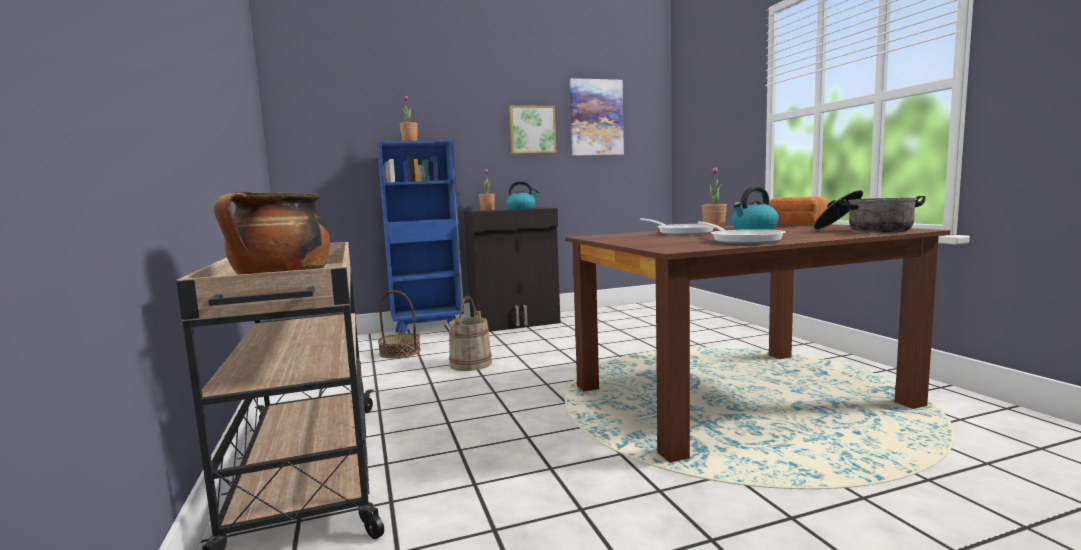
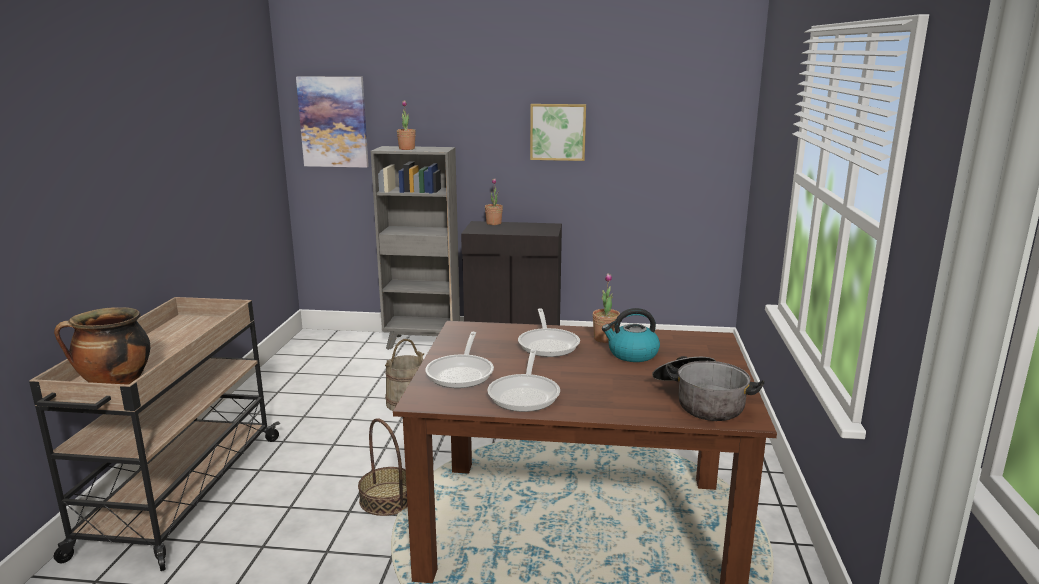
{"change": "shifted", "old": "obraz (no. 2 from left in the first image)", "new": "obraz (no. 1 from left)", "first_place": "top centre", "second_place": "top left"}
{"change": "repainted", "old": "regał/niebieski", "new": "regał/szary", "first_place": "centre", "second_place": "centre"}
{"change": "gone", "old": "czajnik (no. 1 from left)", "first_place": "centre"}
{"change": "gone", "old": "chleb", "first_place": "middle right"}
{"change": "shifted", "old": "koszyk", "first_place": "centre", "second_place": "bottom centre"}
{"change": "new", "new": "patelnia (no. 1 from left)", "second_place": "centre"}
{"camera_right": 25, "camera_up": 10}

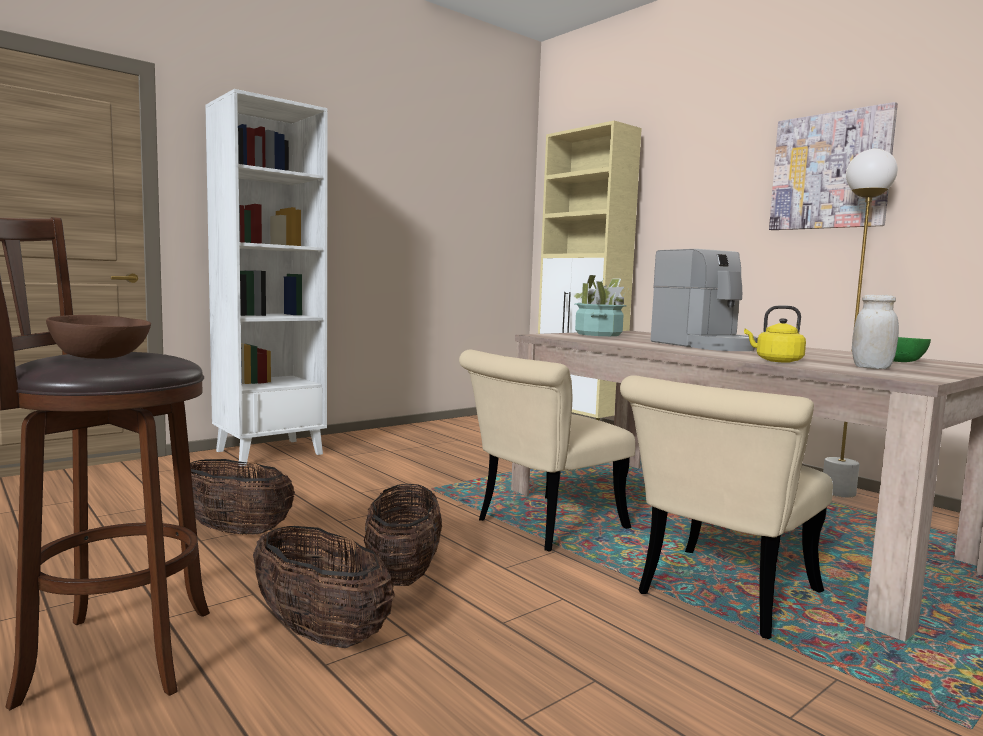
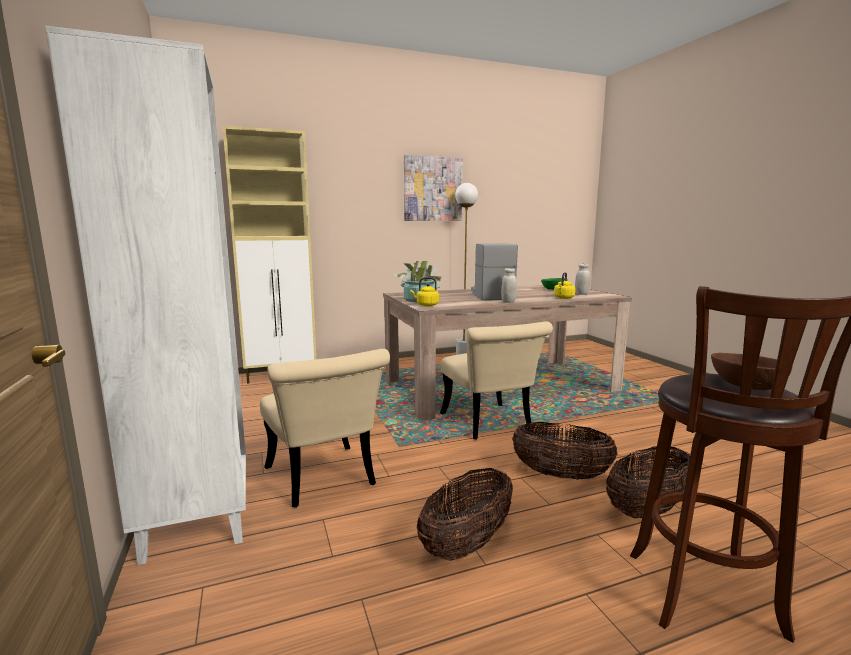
{"change": "rotated", "old": "ekspres do kawy", "first_place": "middle right", "second_place": "centre", "degrees": -90}
{"change": "shifted", "old": "krzesło/beżowy (no. 2 from left in the first image)", "new": "krzesło/beżowy (no. 1 from left)", "first_place": "bottom right", "second_place": "centre"}
{"change": "new", "new": "słoik/biały (no. 1 from left)", "second_place": "centre"}
{"change": "new", "new": "czajnik/żółty (no. 1 from left)", "second_place": "centre"}
{"camera_right": -70, "camera_up": 5}

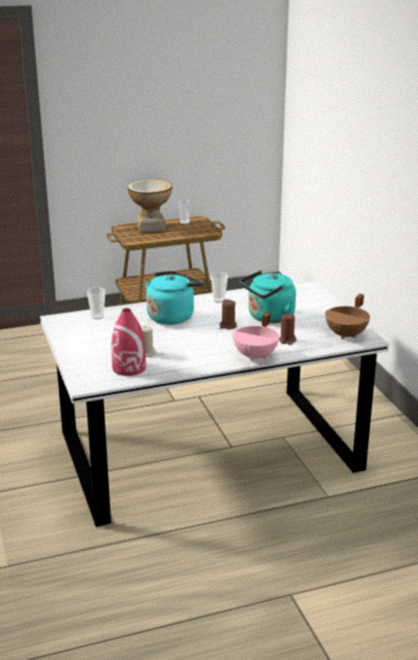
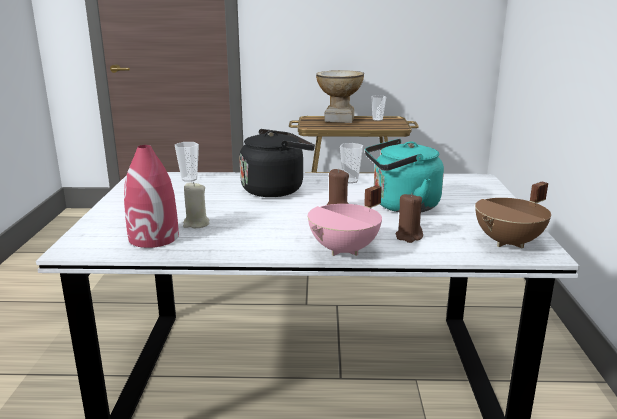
{"change": "repainted", "old": "czajnik/turkusowy (no. 1 from left)", "new": "czajnik/czarny", "first_place": "centre", "second_place": "centre"}
{"camera_right": 20, "camera_up": -5}

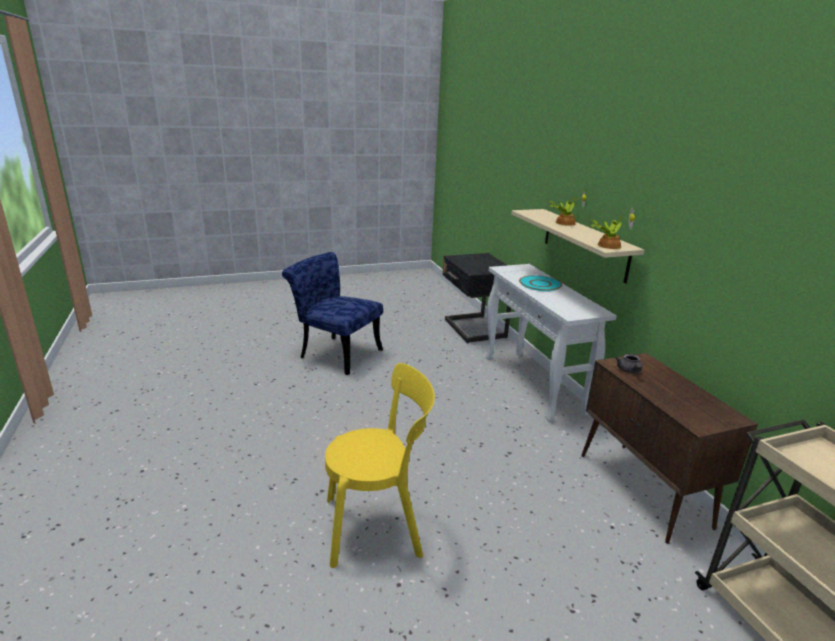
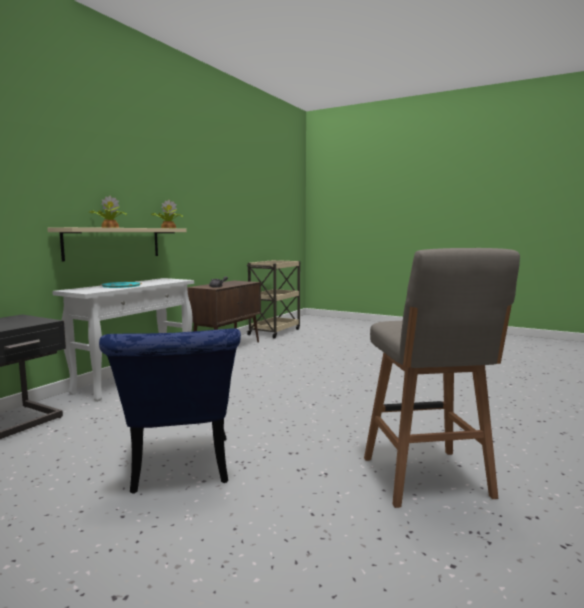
{"change": "gone", "old": "krzesło/żółty", "first_place": "bottom centre"}
{"change": "new", "new": "stołek/szary", "second_place": "middle right"}
{"camera_right": -130, "camera_up": -15}

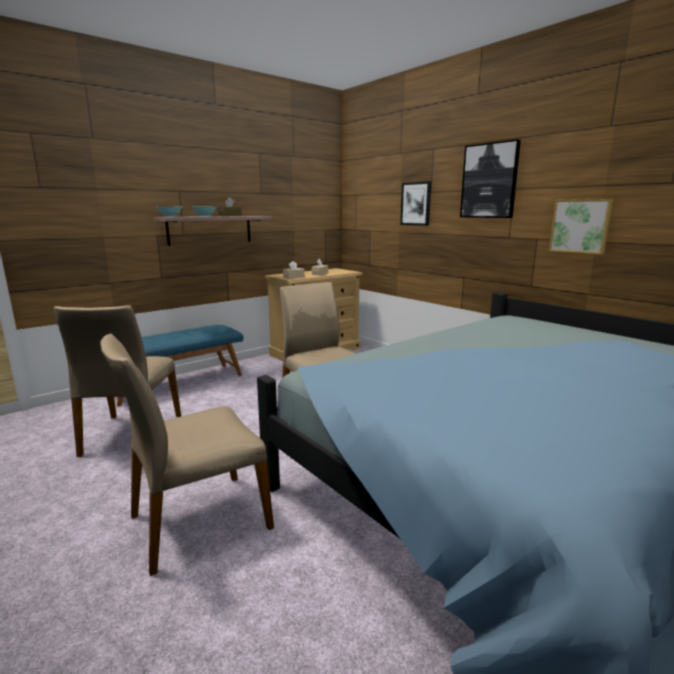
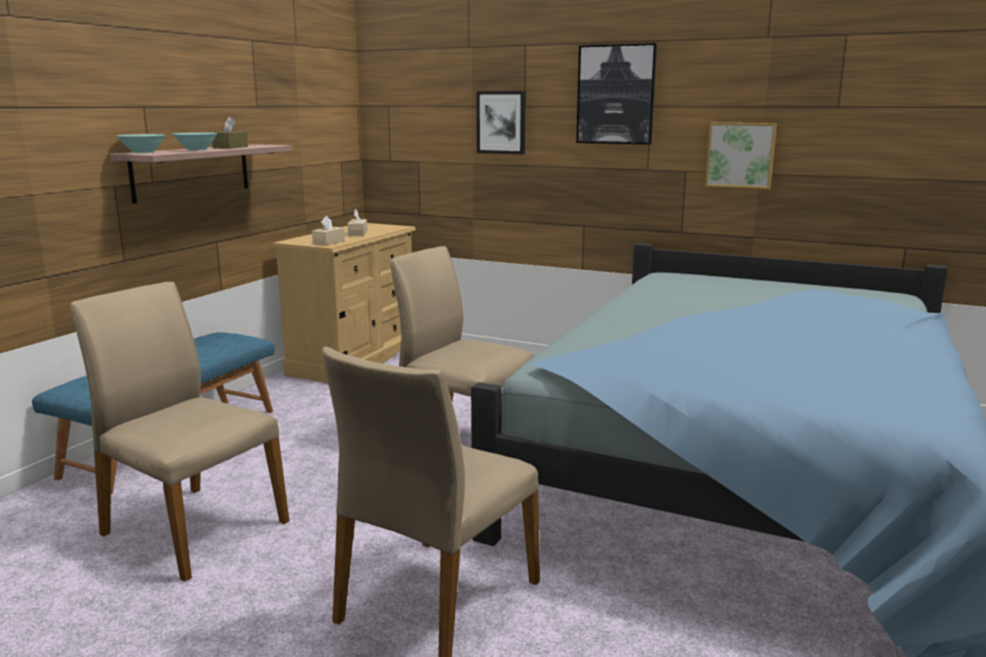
{"change": "rotated", "old": "krzesło/beżowy (no. 1 from left)", "first_place": "middle left", "second_place": "middle left", "degrees": 150}
{"camera_right": -25, "camera_up": 0}

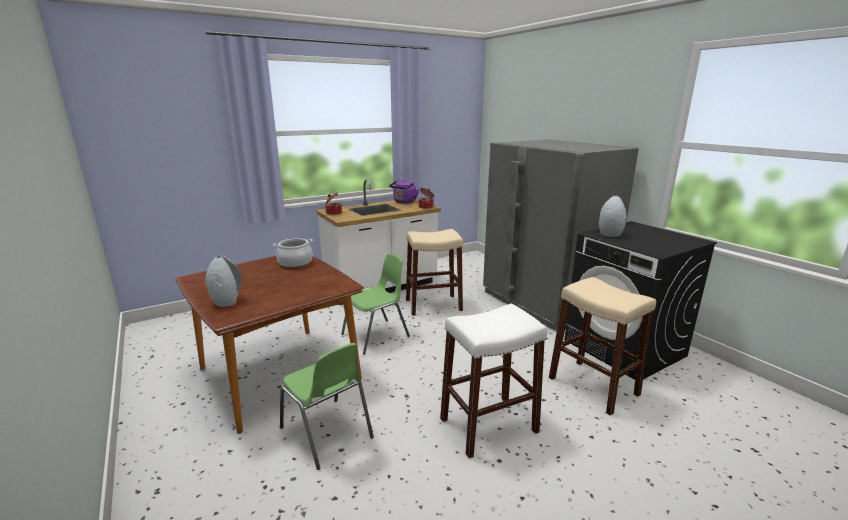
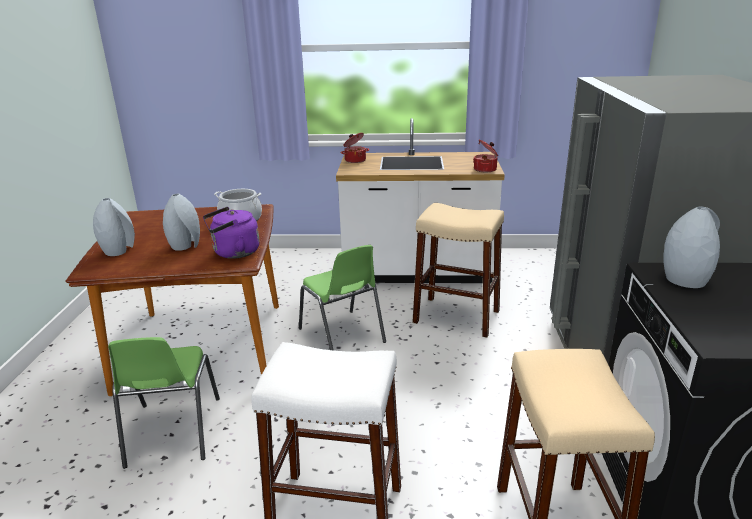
{"change": "shifted", "old": "czajnik/fioletowy", "first_place": "centre", "second_place": "middle left"}
{"change": "rotated", "old": "krzesło/zielony (no. 2 from left)", "first_place": "centre", "second_place": "centre", "degrees": 60}
{"change": "new", "new": "wazon/szary (no. 2 from left)", "second_place": "middle left"}
{"camera_right": 35, "camera_up": 5}

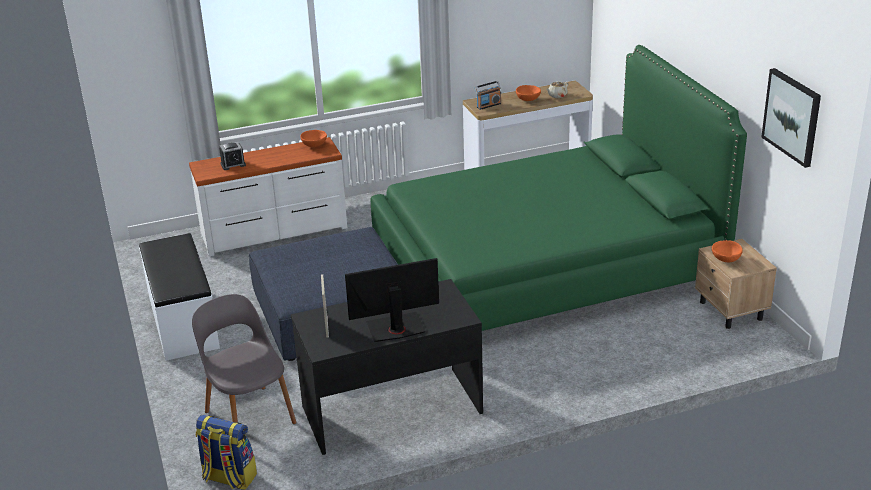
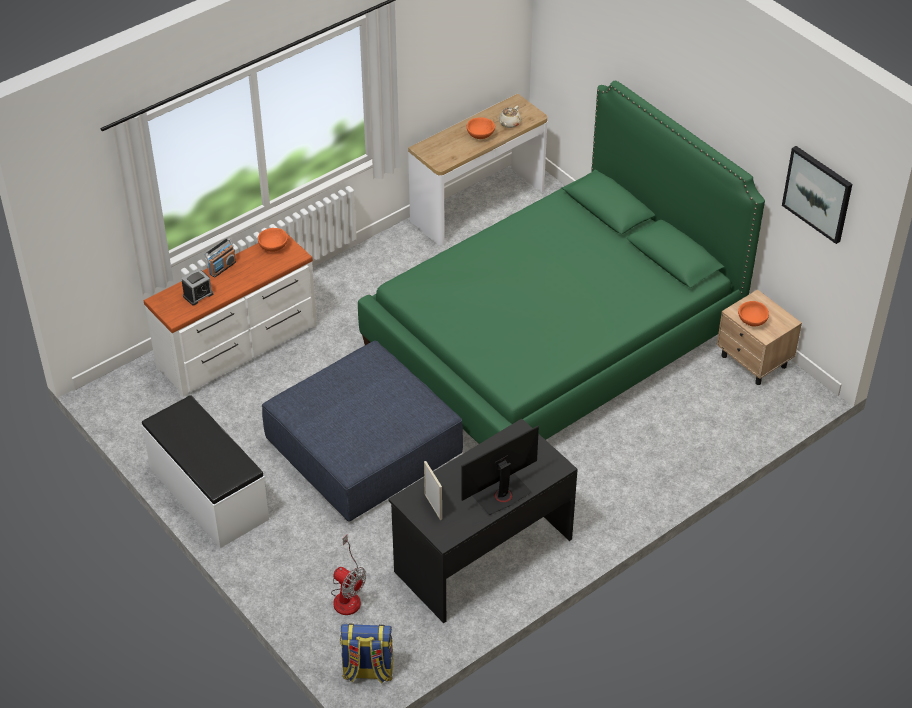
{"change": "shifted", "old": "radio", "first_place": "top centre", "second_place": "middle left"}
{"change": "swapped", "old": "krzesło/szary", "new": "wentylator", "first_place": "bottom left", "second_place": "bottom centre"}
{"camera_right": -20, "camera_up": 15}

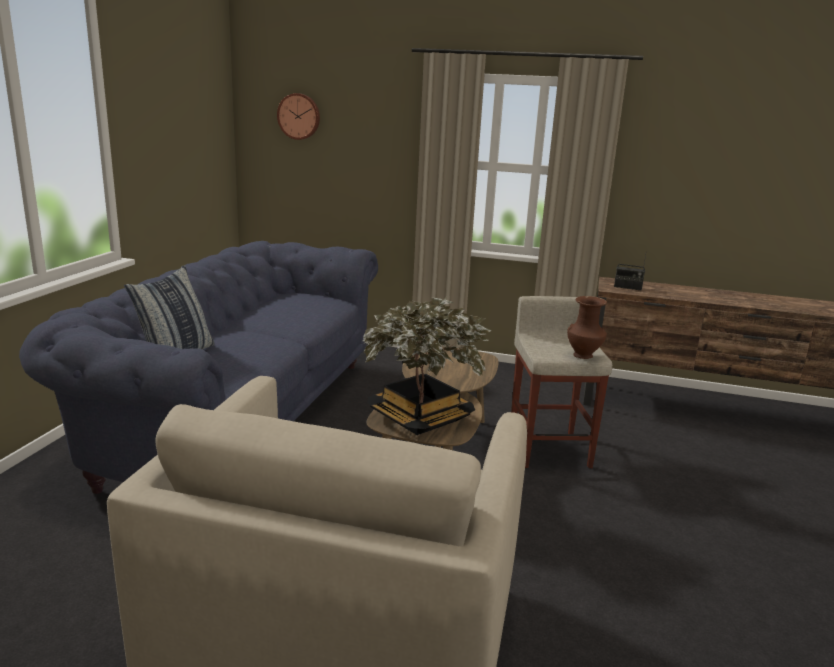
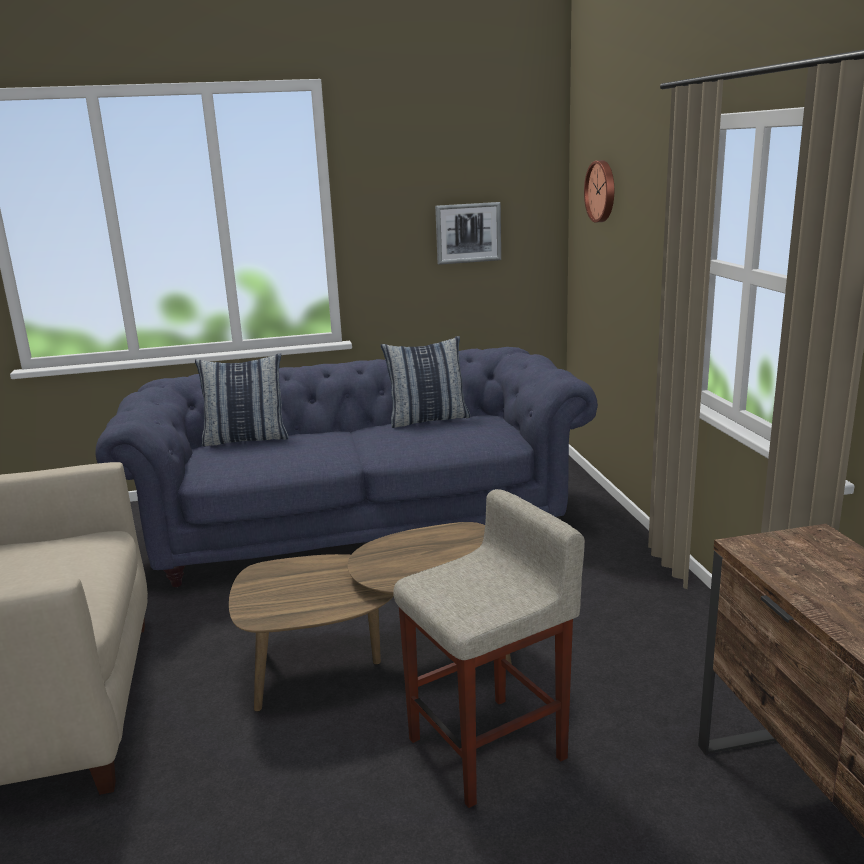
{"change": "gone", "old": "radio", "first_place": "middle right"}
{"change": "gone", "old": "wazon/brązowy", "first_place": "middle right"}
{"change": "gone", "old": "roślina doniczkowa", "first_place": "centre"}
{"change": "new", "new": "obraz", "second_place": "top centre"}
{"change": "new", "new": "poduszka (no. 2 from left)", "second_place": "centre"}
{"camera_right": 65, "camera_up": 0}

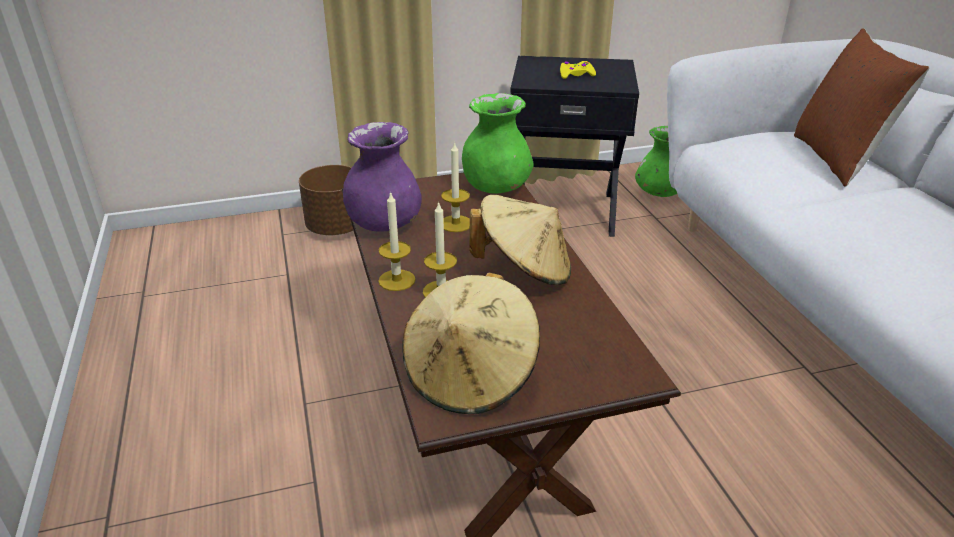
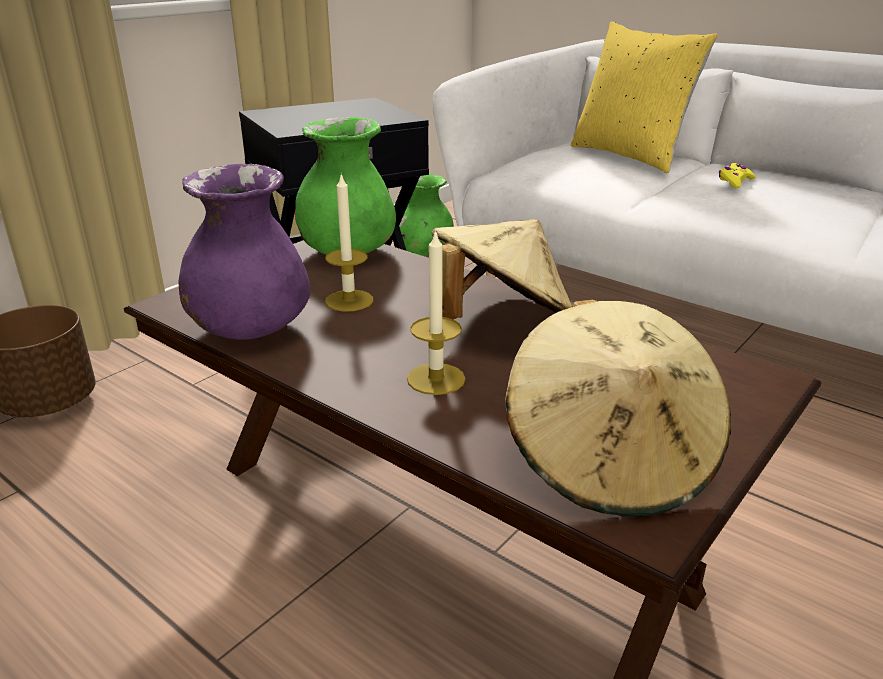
{"change": "repainted", "old": "poduszka/brązowy", "new": "poduszka/żółty", "first_place": "top right", "second_place": "top right"}
{"change": "shifted", "old": "pad do gier/żółty", "first_place": "top centre", "second_place": "top right"}
{"change": "gone", "old": "świeca (no. 1 from left)", "first_place": "centre"}
{"camera_right": -35, "camera_up": -5}

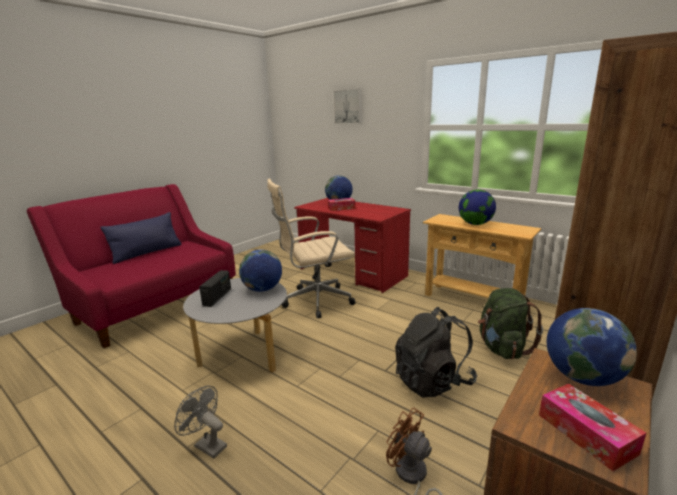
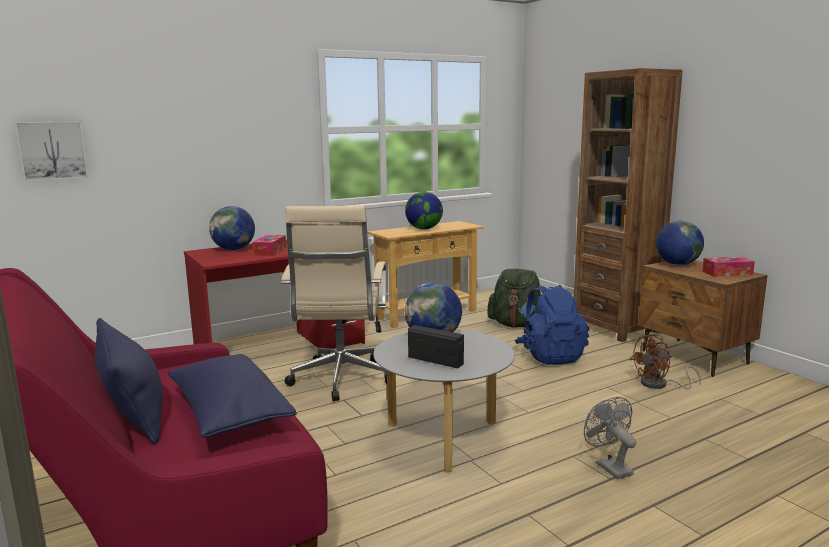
{"change": "shifted", "old": "obraz", "first_place": "top centre", "second_place": "top left"}
{"change": "repainted", "old": "plecak/czarny", "new": "plecak/niebieski", "first_place": "bottom centre", "second_place": "centre"}
{"change": "rotated", "old": "wentylator/szary", "first_place": "bottom left", "second_place": "bottom right", "degrees": 105}
{"change": "new", "new": "poduszka/niebieski (no. 2 from left)", "second_place": "bottom left"}
{"camera_right": -70, "camera_up": -5}

